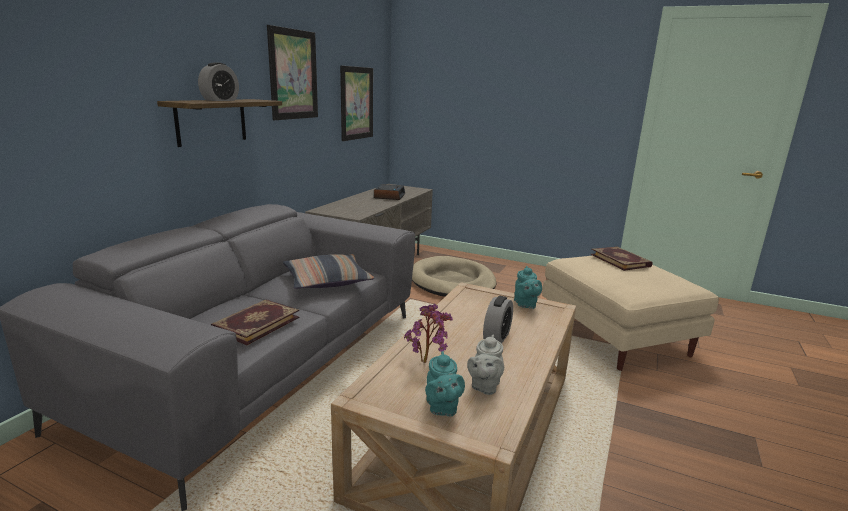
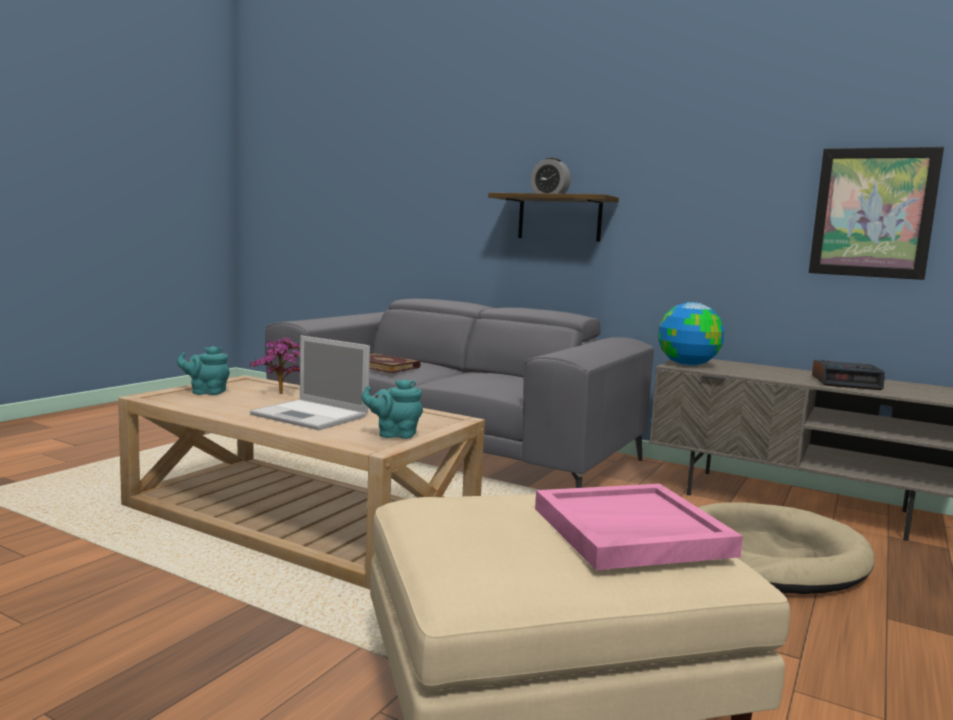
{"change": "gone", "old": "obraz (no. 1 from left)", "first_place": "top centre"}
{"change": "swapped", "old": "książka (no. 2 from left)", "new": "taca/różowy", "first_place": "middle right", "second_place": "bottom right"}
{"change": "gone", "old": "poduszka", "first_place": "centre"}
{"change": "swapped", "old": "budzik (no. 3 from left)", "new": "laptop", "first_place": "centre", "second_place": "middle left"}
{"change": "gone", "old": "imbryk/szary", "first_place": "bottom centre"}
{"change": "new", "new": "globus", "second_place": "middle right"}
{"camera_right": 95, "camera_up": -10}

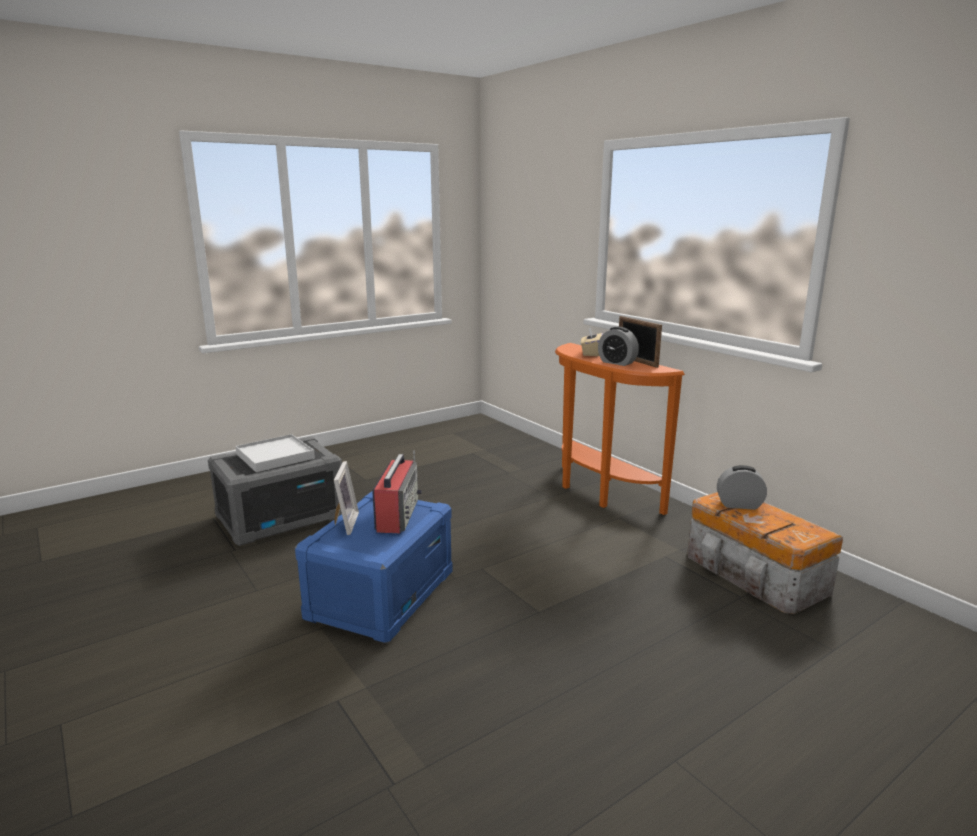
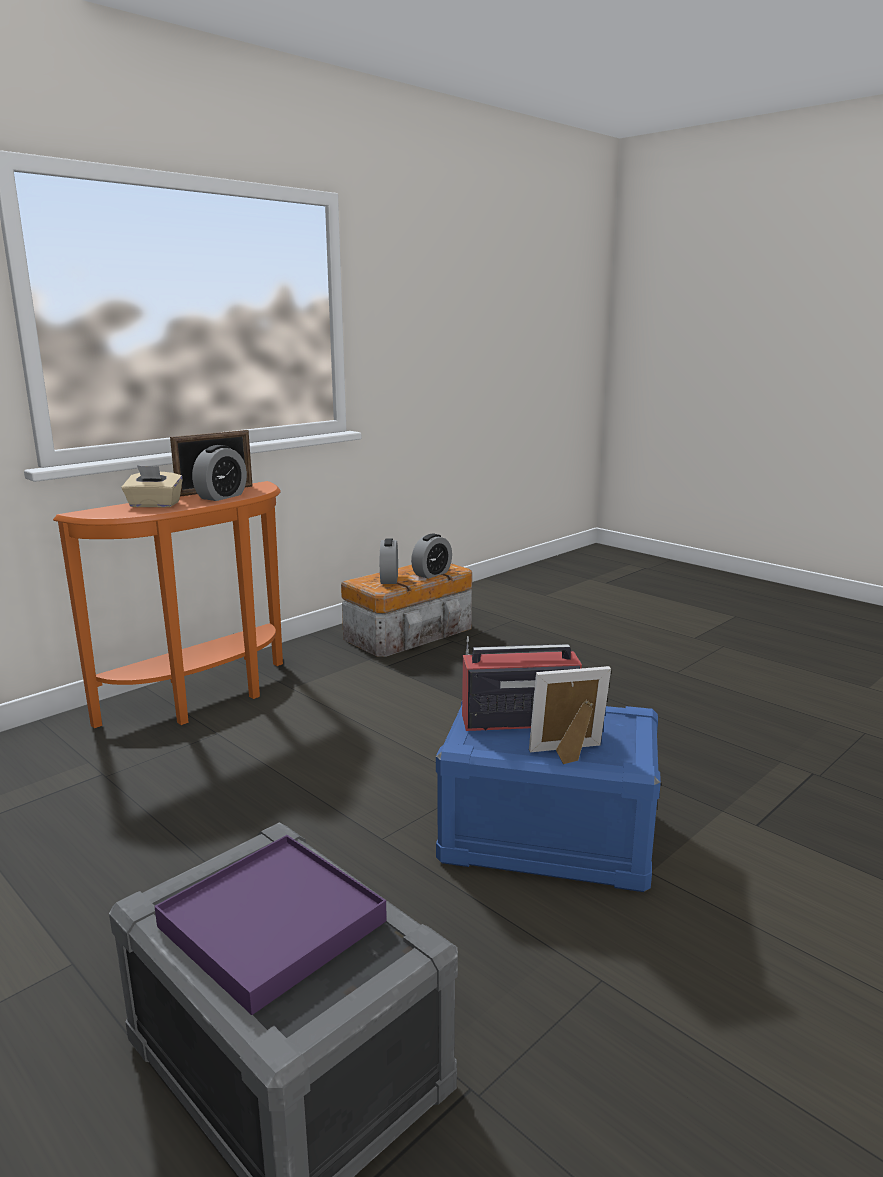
{"change": "repainted", "old": "taca/biały", "new": "taca/fioletowy", "first_place": "middle left", "second_place": "bottom left"}
{"change": "new", "new": "budzik (no. 3 from left)", "second_place": "centre"}
{"camera_right": -100, "camera_up": 0}

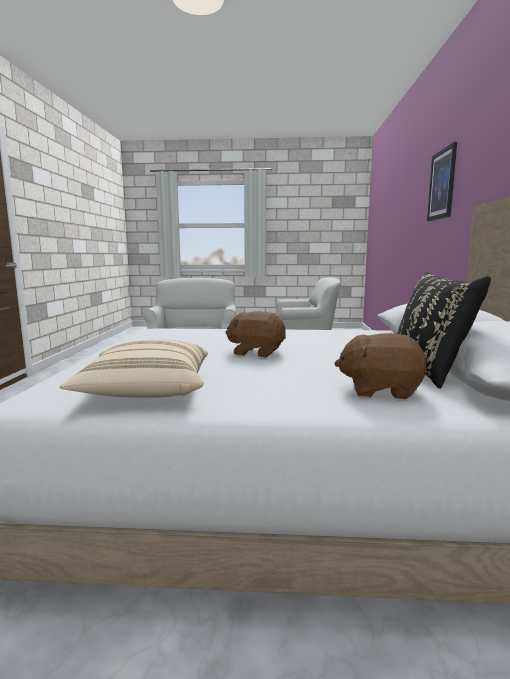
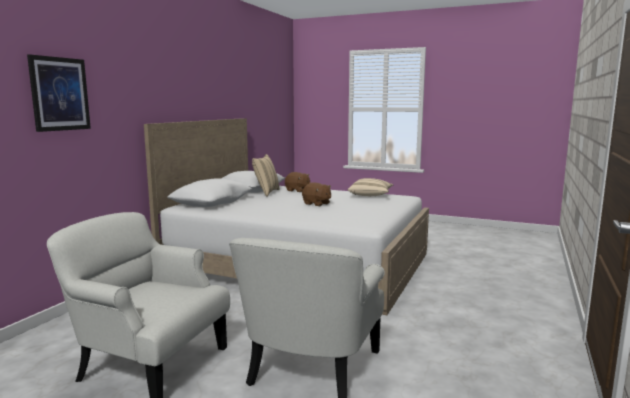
{"change": "repainted", "old": "poduszka/czarny", "new": "poduszka/beżowy (no. 1 from left)", "first_place": "middle right", "second_place": "centre"}
{"camera_right": -160, "camera_up": 0}

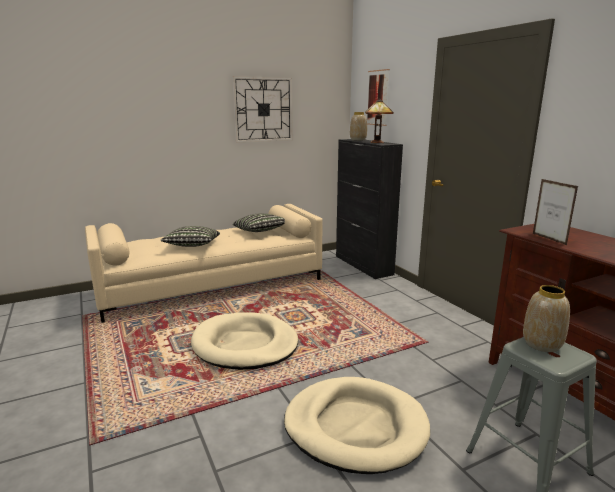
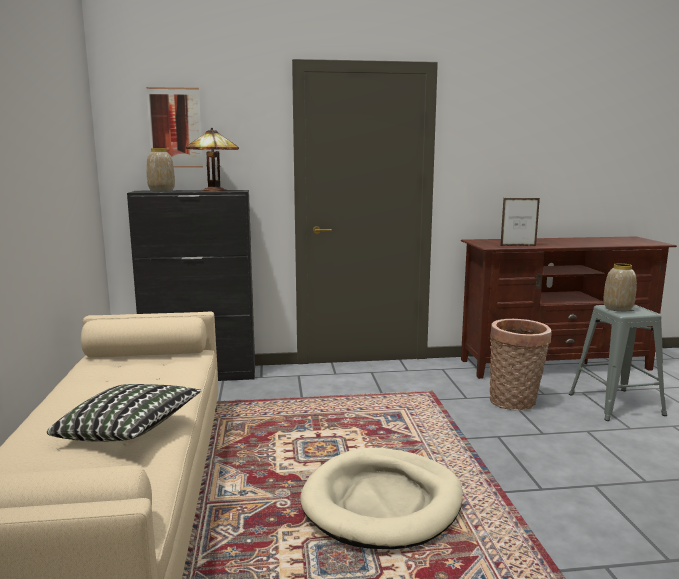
{"change": "gone", "old": "zegar ścienny", "first_place": "top centre"}
{"change": "gone", "old": "poduszka (no. 2 from left)", "first_place": "centre"}
{"change": "gone", "old": "legowisko/beżowy (no. 2 from left)", "first_place": "bottom centre"}
{"change": "new", "new": "koszyk", "second_place": "middle right"}
{"camera_right": -70, "camera_up": -5}

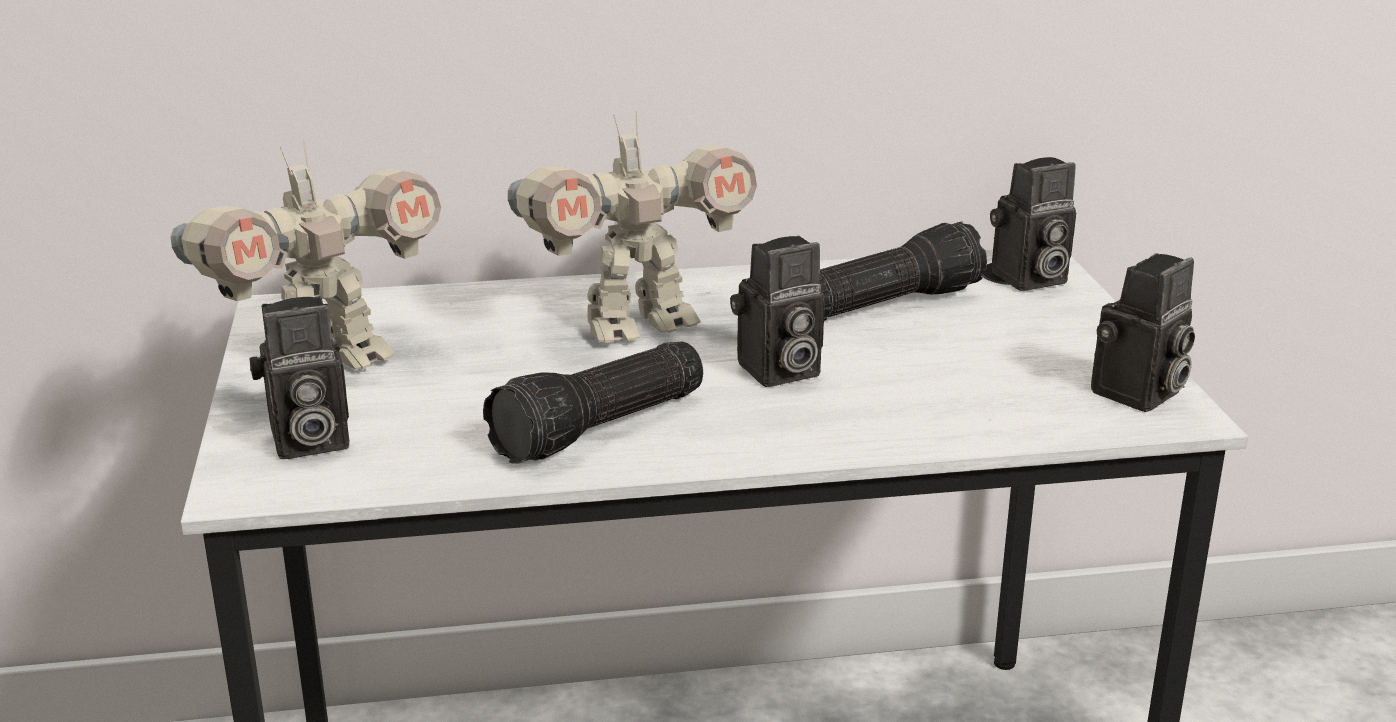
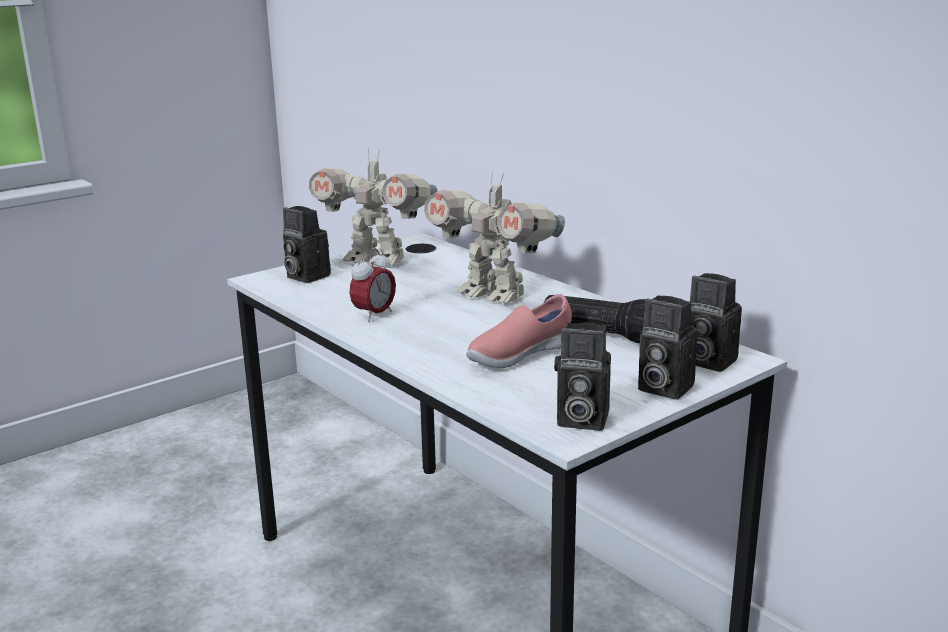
{"change": "shifted", "old": "aparat fotograficzny (no. 2 from left in the first image)", "new": "aparat fotograficzny (no. 3 from left)", "first_place": "centre", "second_place": "middle right"}
{"change": "swapped", "old": "latarka (no. 1 from left)", "new": "budzik", "first_place": "centre", "second_place": "centre"}
{"change": "new", "new": "but/różowy", "second_place": "centre"}
{"camera_right": 60, "camera_up": -5}

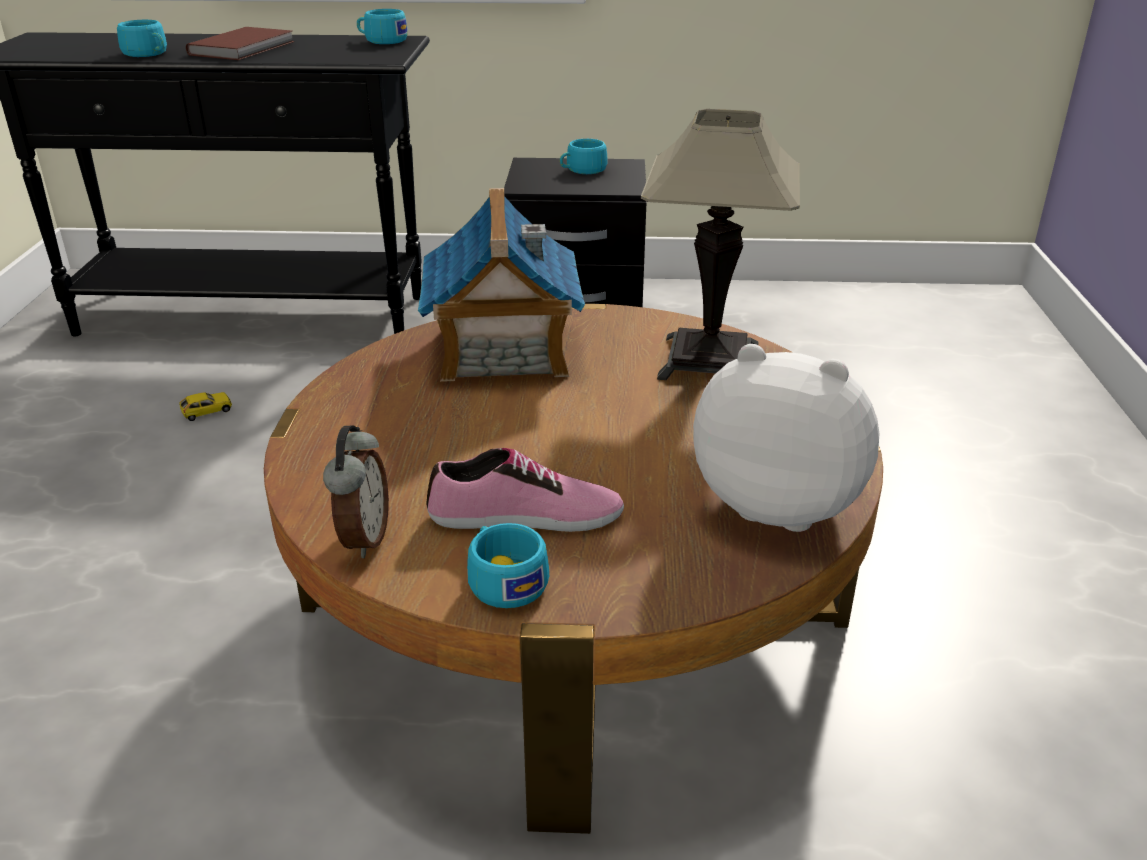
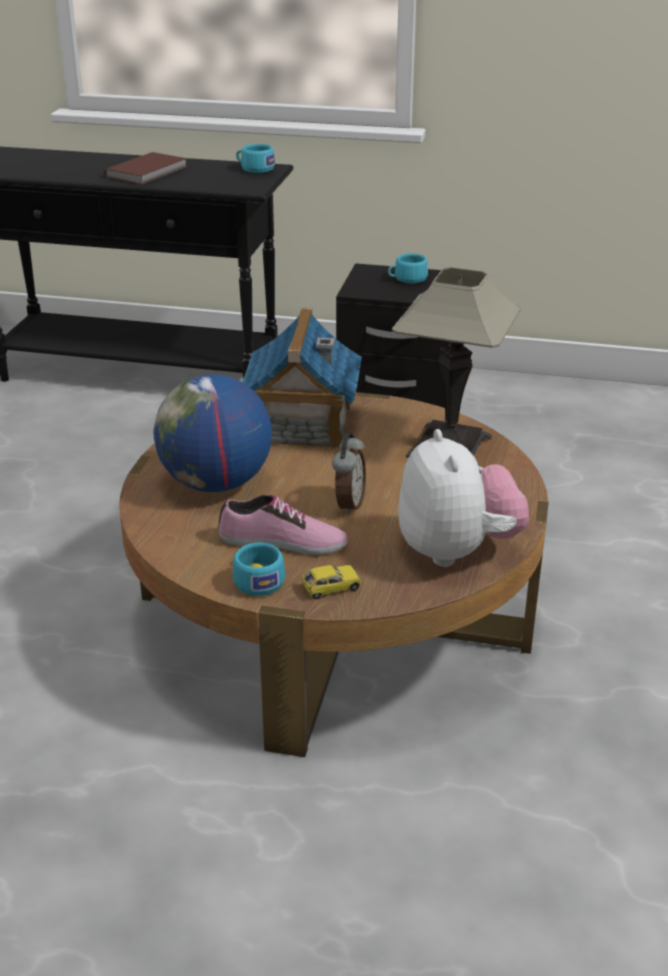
{"change": "gone", "old": "filiżanka/turkusowy (no. 1 from left)", "first_place": "top left"}
{"change": "rotated", "old": "pluszak", "first_place": "middle right", "second_place": "middle right", "degrees": 45}
{"change": "shifted", "old": "samochodzik", "first_place": "middle left", "second_place": "centre"}
{"change": "shifted", "old": "budzik", "first_place": "middle left", "second_place": "centre"}
{"change": "new", "new": "globus", "second_place": "middle left"}
{"camera_right": 10, "camera_up": 0}

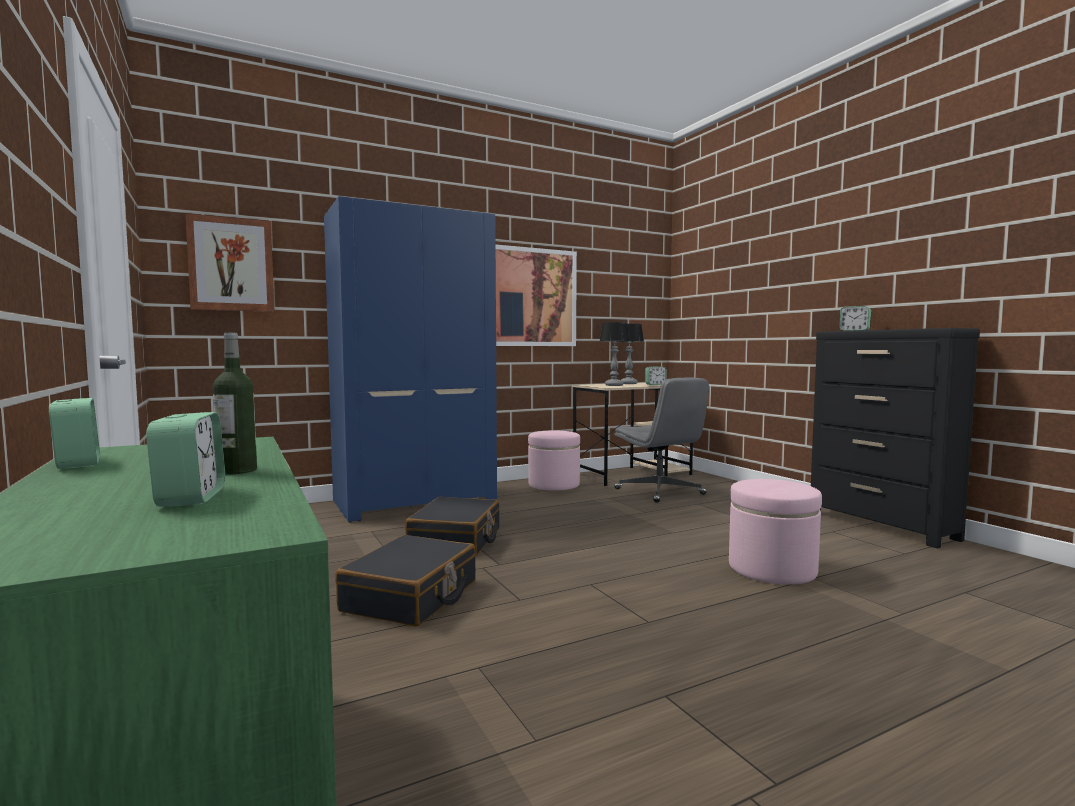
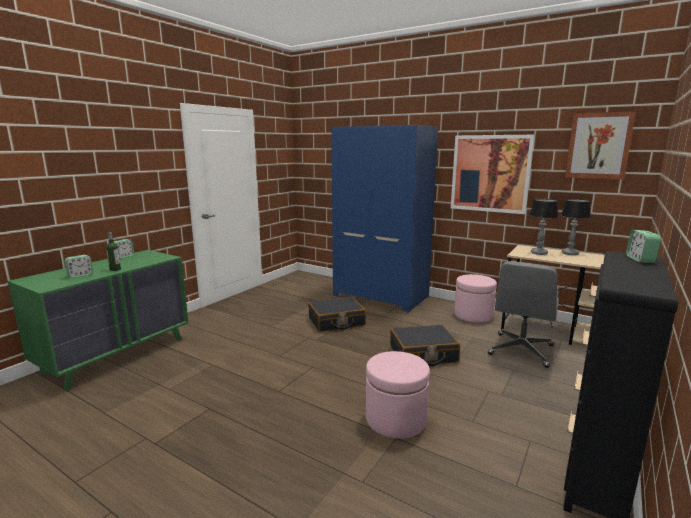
{"change": "shifted", "old": "obraz (no. 1 from left in the first image)", "new": "obraz (no. 2 from left)", "first_place": "top left", "second_place": "top right"}
{"change": "gone", "old": "budzik (no. 3 from left)", "first_place": "centre"}
{"change": "shifted", "old": "walizka/czarny (no. 1 from left in the first image)", "new": "walizka/czarny (no. 2 from left)", "first_place": "bottom centre", "second_place": "centre"}
{"camera_right": 60, "camera_up": 10}

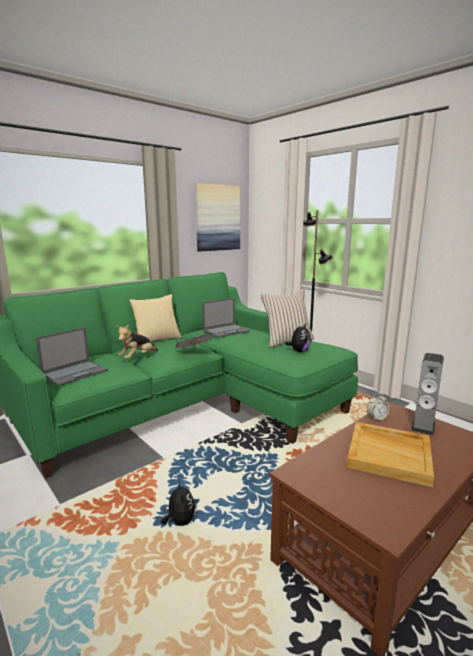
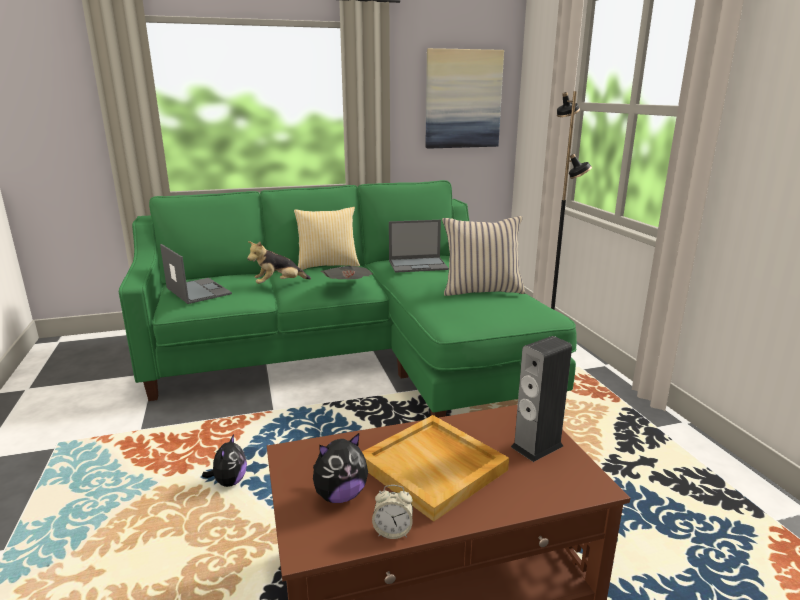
{"change": "shifted", "old": "pluszak (no. 3 from left)", "first_place": "centre", "second_place": "bottom centre"}
{"change": "rotated", "old": "laptop (no. 1 from left)", "first_place": "middle left", "second_place": "middle left", "degrees": -105}
{"change": "shifted", "old": "budzik", "first_place": "middle right", "second_place": "bottom centre"}
{"camera_right": 25, "camera_up": 5}

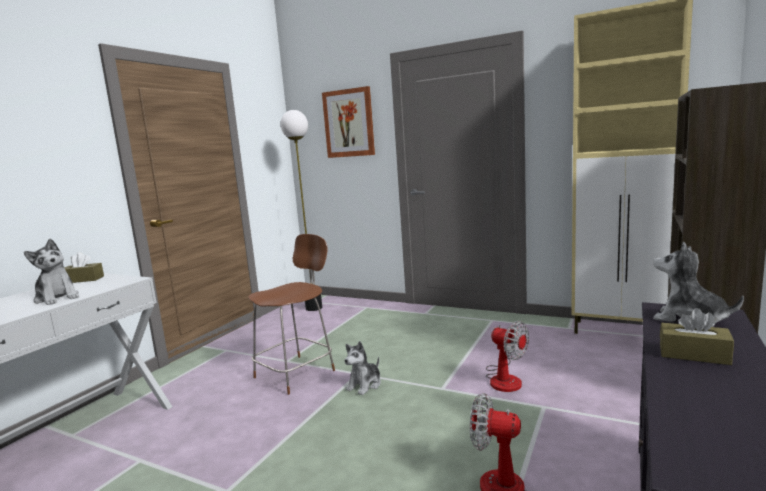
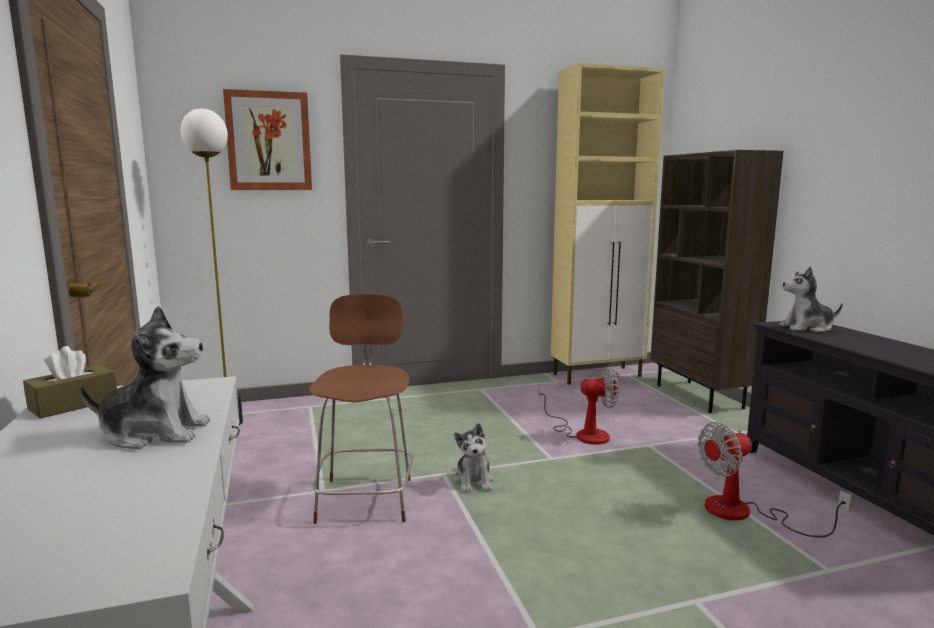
{"change": "gone", "old": "pudełko chusteczek/brązowy (no. 2 from left)", "first_place": "bottom right"}
{"camera_right": -45, "camera_up": 0}

